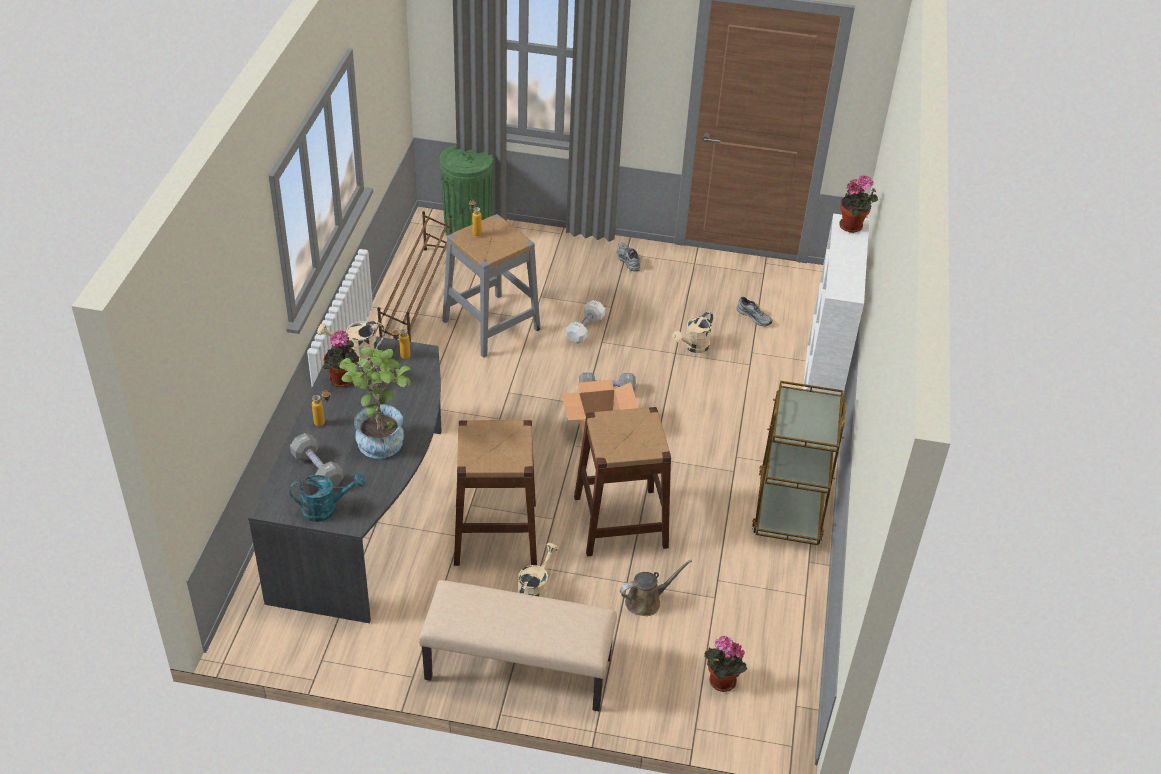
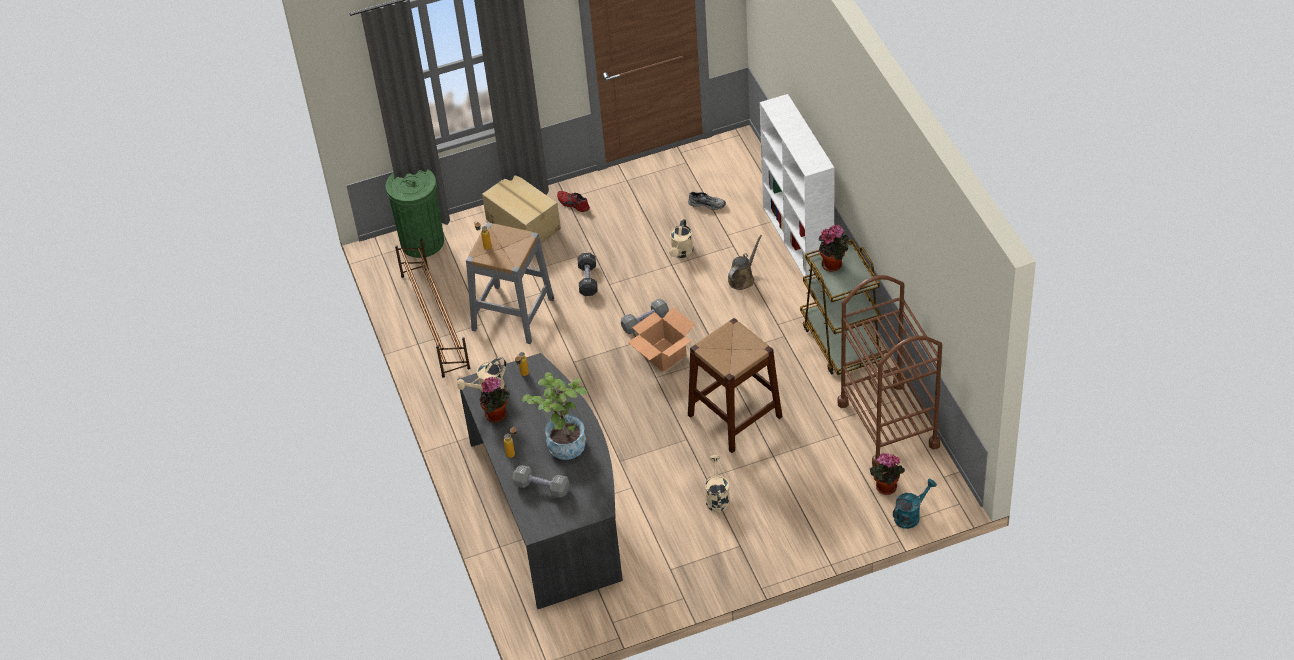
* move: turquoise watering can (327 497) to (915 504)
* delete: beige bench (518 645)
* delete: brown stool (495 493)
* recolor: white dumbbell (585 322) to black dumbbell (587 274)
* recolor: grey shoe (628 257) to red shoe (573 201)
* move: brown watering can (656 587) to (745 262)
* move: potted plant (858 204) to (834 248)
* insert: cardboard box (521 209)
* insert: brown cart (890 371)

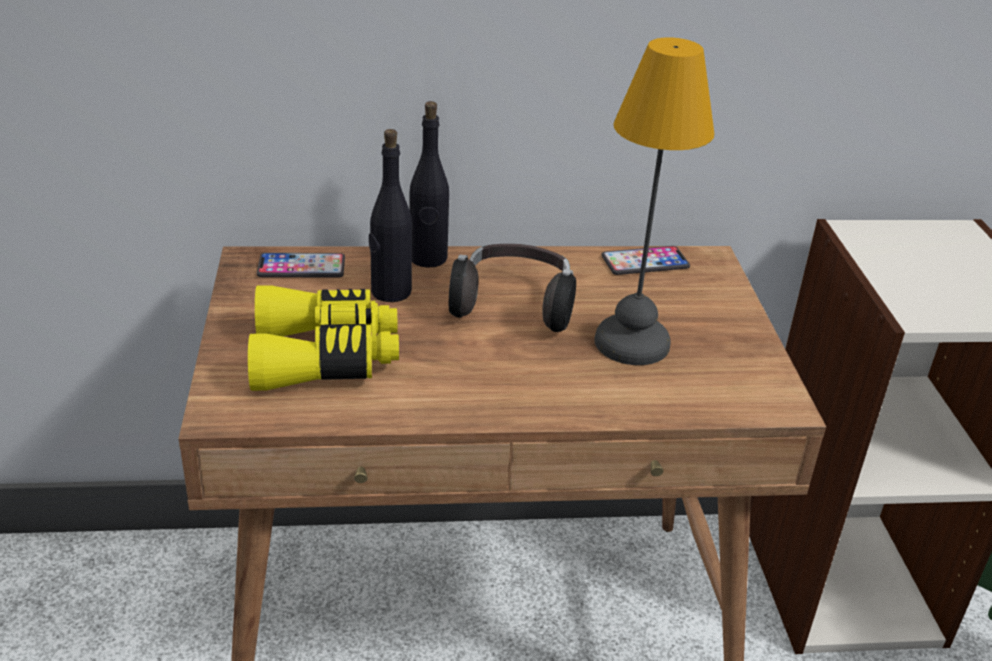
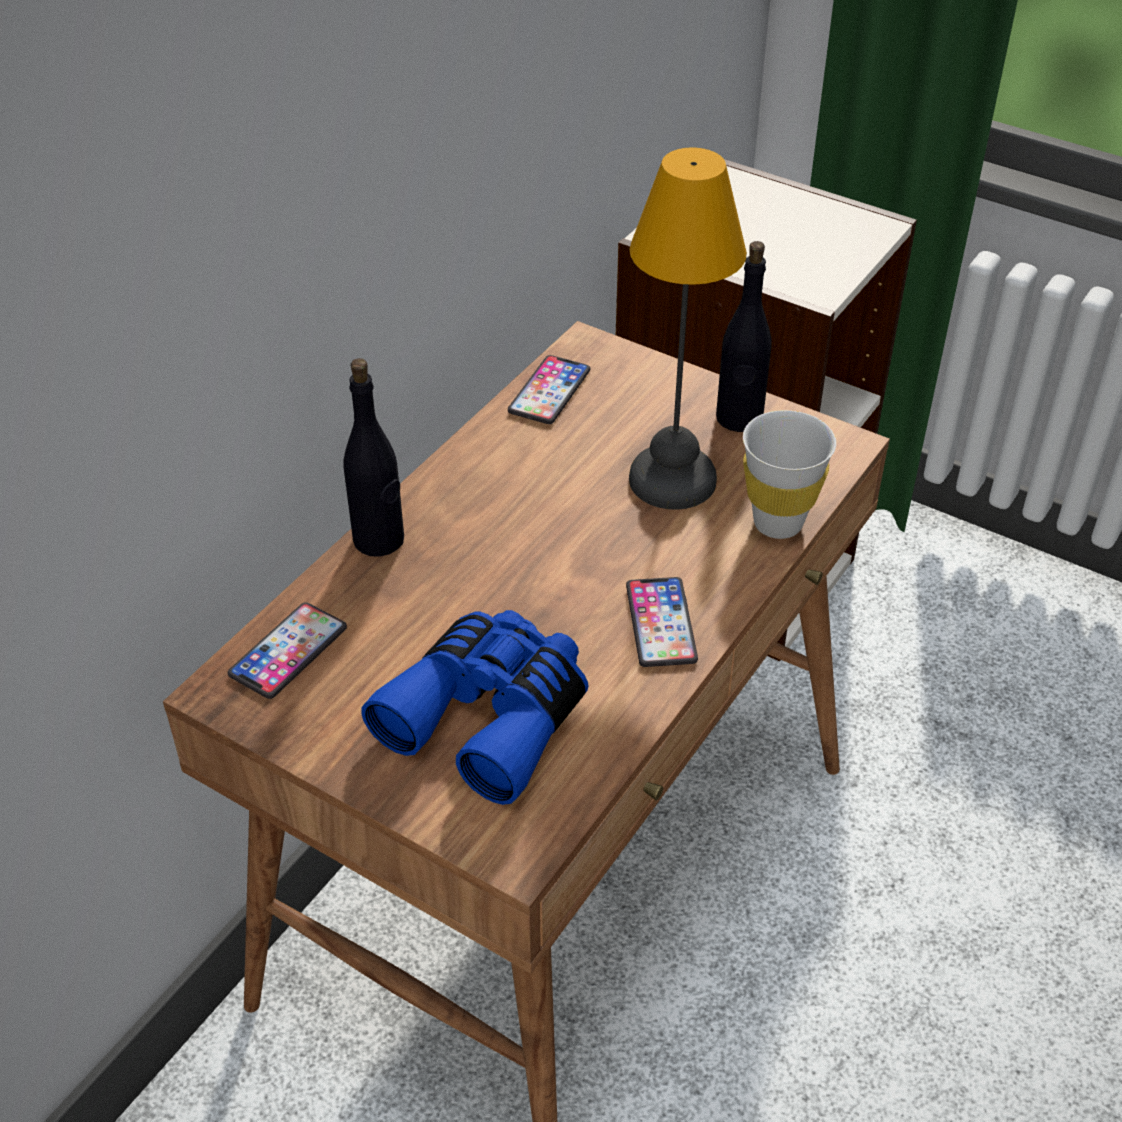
* recolor: yellow binoculars (323 338) to blue binoculars (474 707)
* move: black bottle (390 215) to (744 336)
* delete: headphones (512 288)
* insert: phone (662 622)
* insert: white cup (789 474)

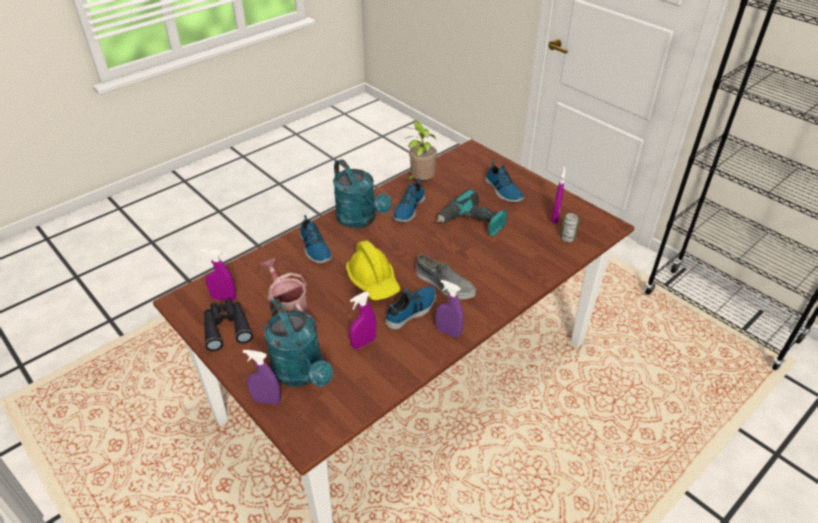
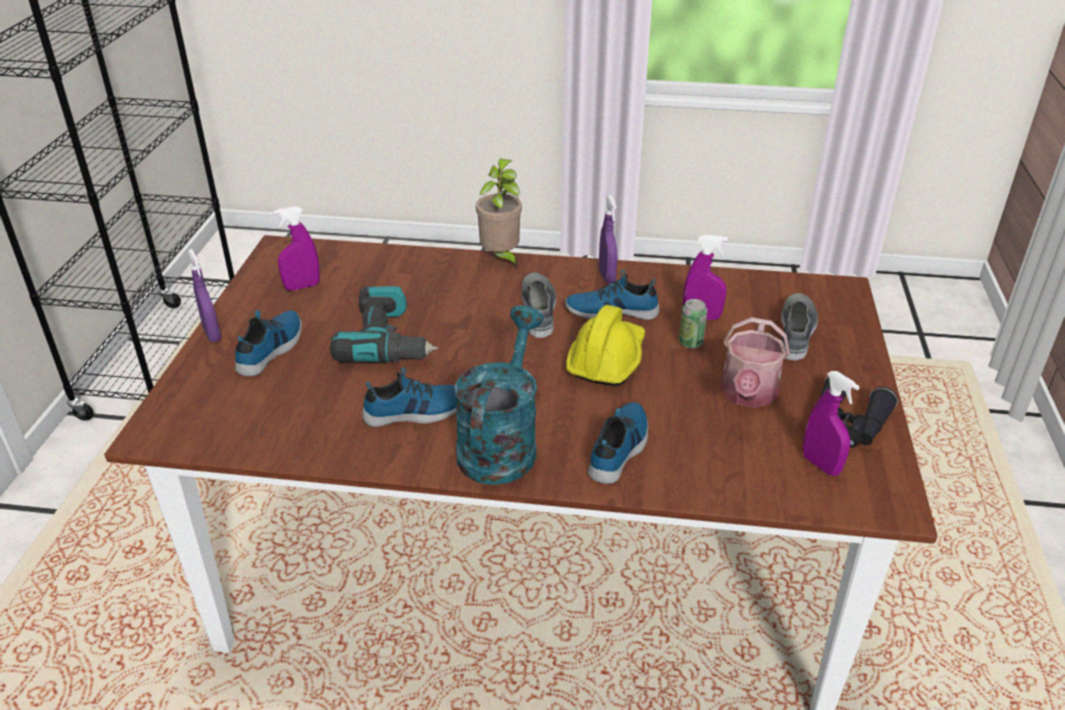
* move: purple spray bottle (262 377) to (204 295)
* replace: turquoise watering can (298 342) to grey shoe (799 326)
* move: potted plant (420 150) to (499 213)
* move: can (569 227) to (693 323)

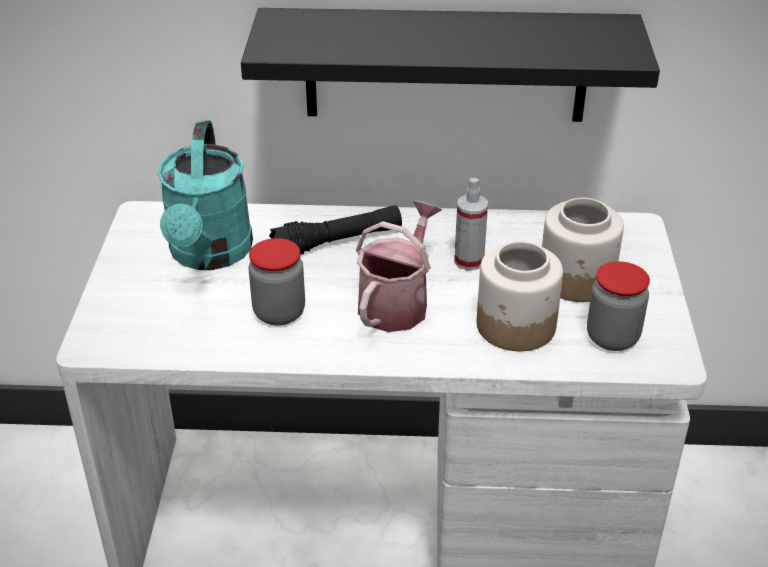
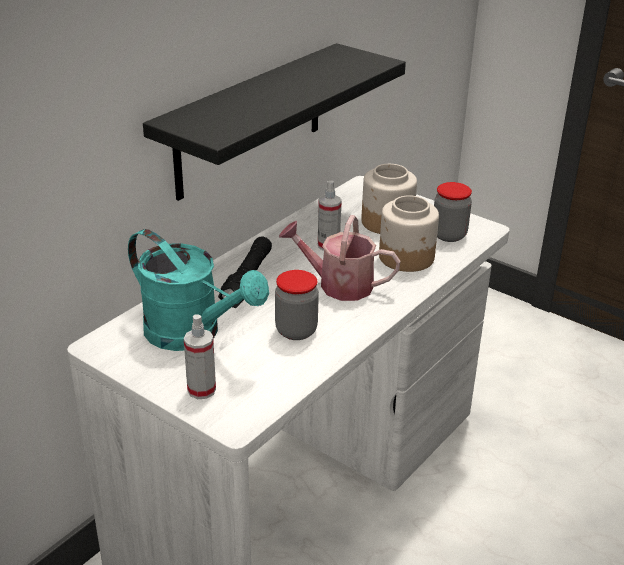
* rotate: watering can (399 266) = (340 258) 45 degrees counterclockwise
* insert: spray bottle (200 356)

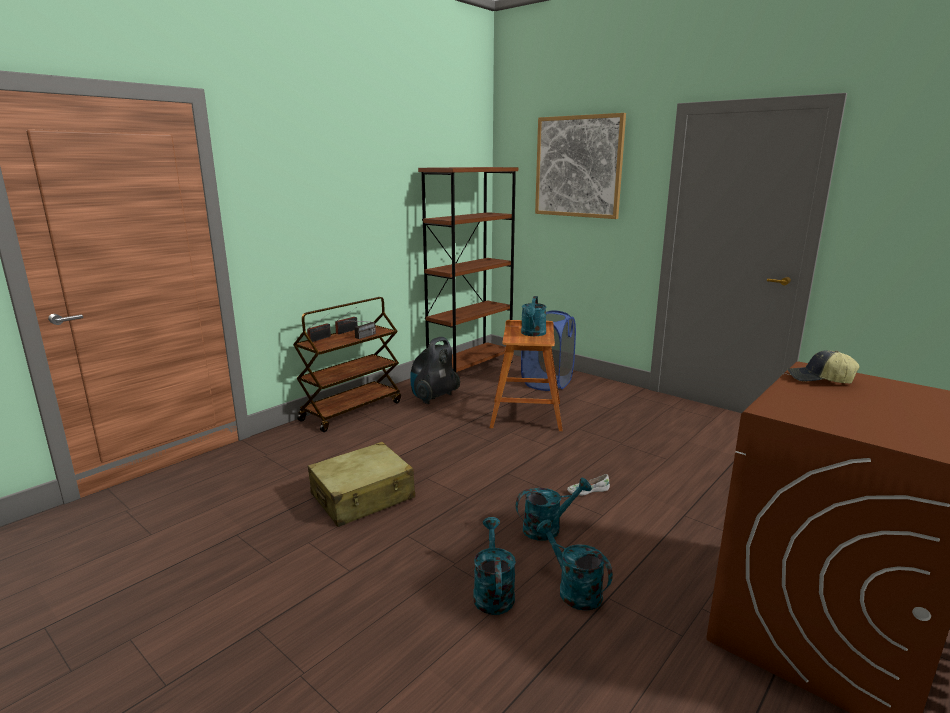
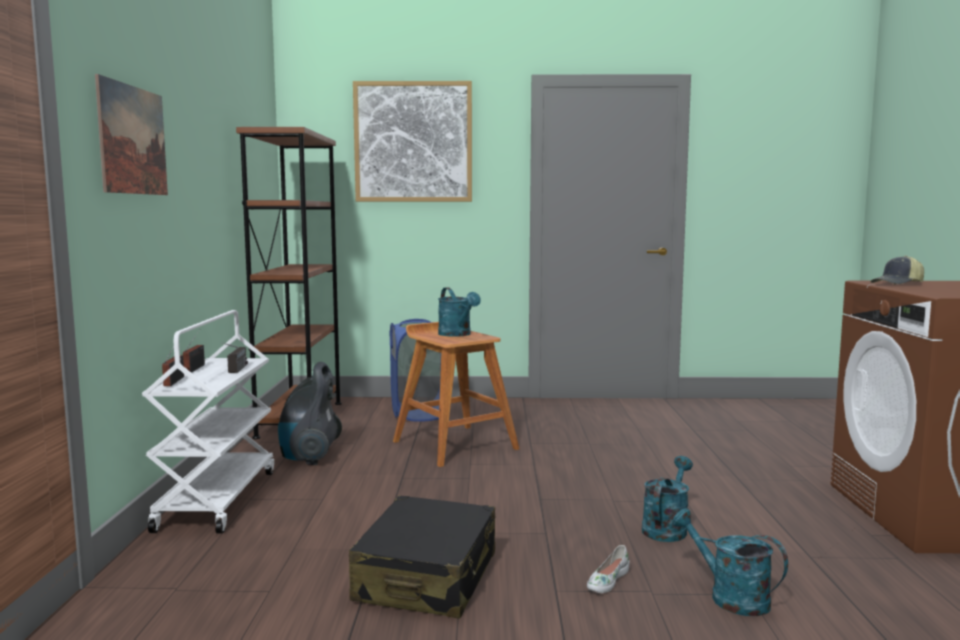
* recolor: brown cart (347 364) to white cart (208 422)
* recolor: beige suitcase (361 484) to black suitcase (422 557)
* delete: turquoise watering can (574 565)
* move: white shoe (588 485) to (608 569)
* insert: picture (131 134)

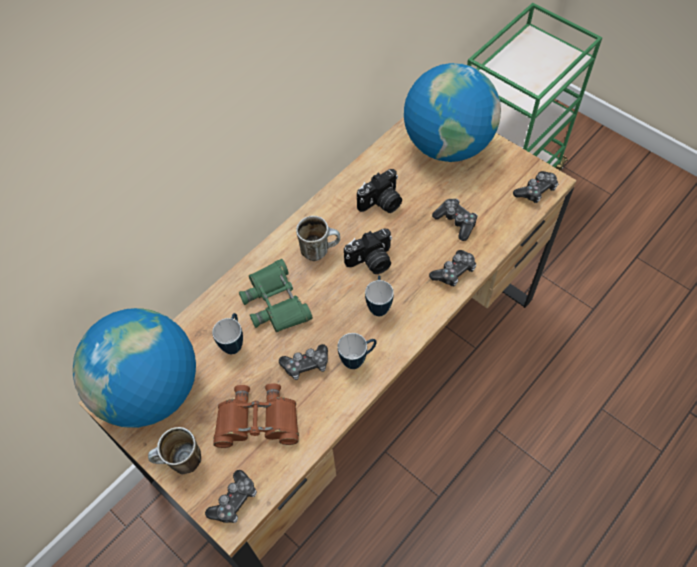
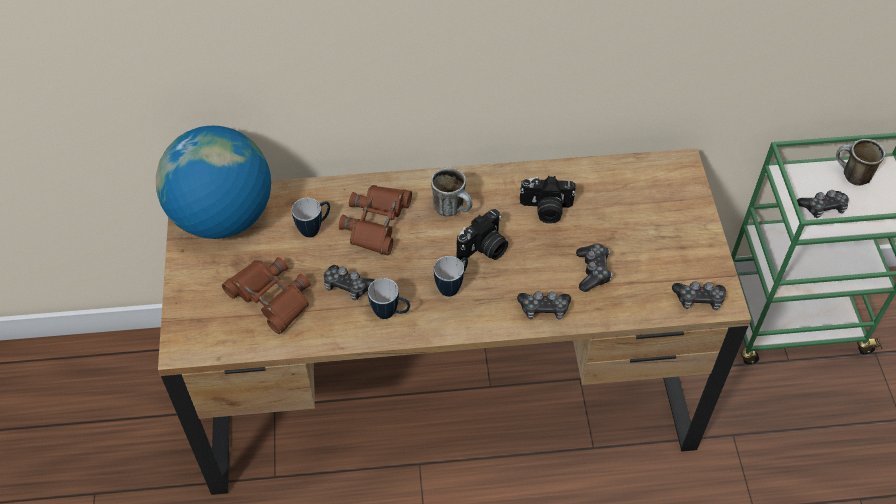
* move: mug (174 450) to (860 162)
* move: game controller (231 496) to (823 204)
* recolor: green binoculars (276 295) to brown binoculars (375 220)
* rotate: photo camera (368 251) = (482 234) 60 degrees counterclockwise
* delete: globe (452 112)

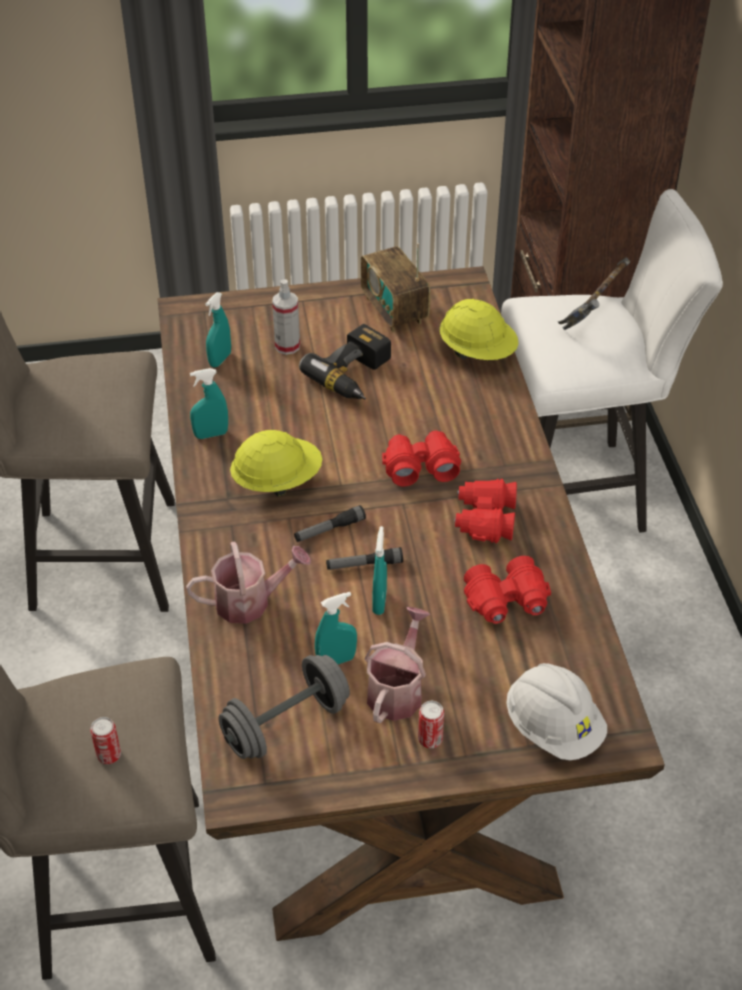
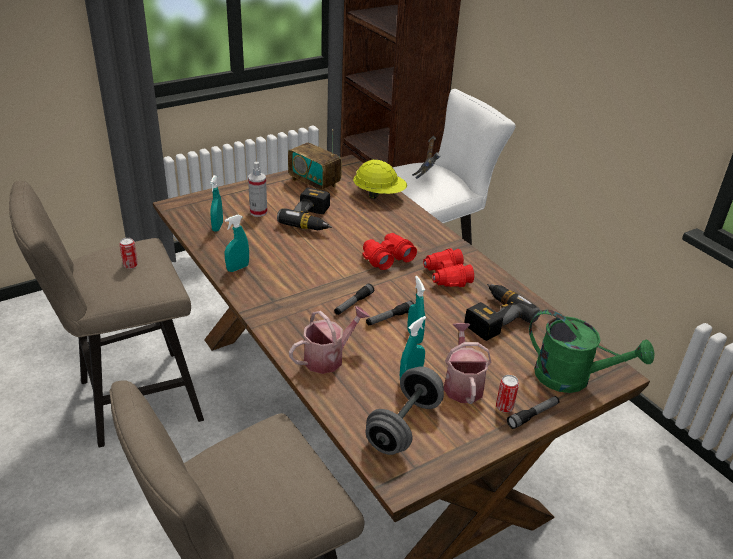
* move: can (105 740) to (128 253)
* delete: yellow hard hat (276 463)
* replace: red binoculars (507 590) to power drill (502 312)
* replace: white hard hat (556 711) to green watering can (591 351)
* insert: flashlight (533 412)

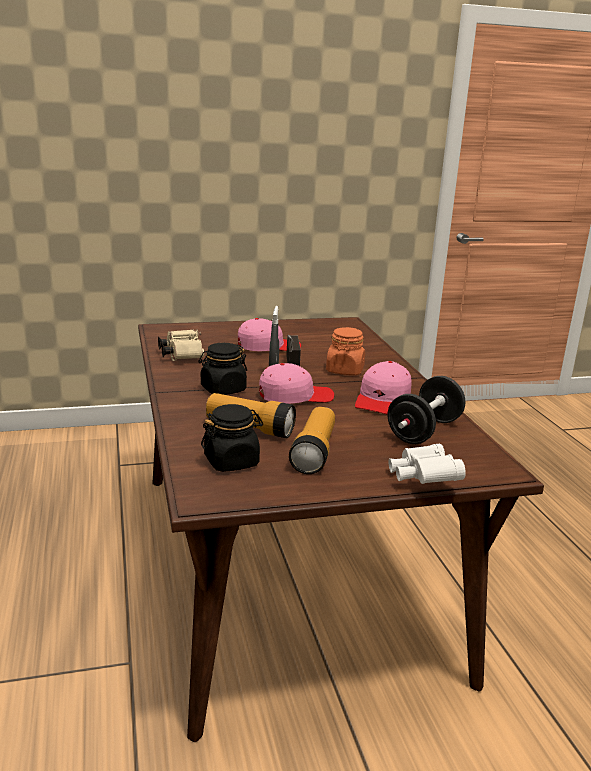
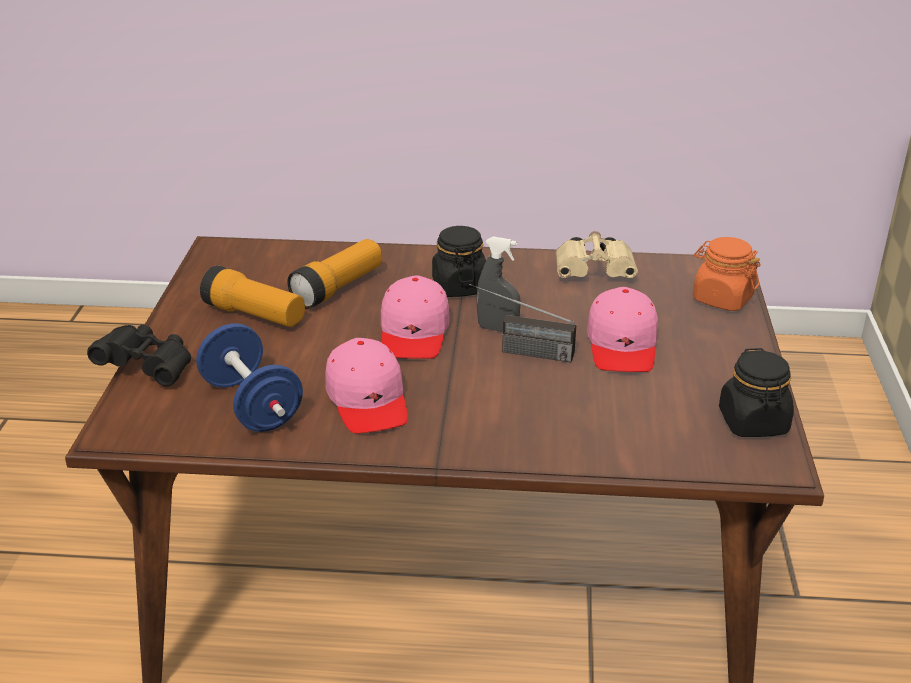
* move: black jar (232 438) to (756 392)
* move: orange jar (345 351) to (727 274)
* rotate: pink cap (383 388) = (366 386) 150 degrees counterclockwise
* recolor: black dumbbell (426 410) to blue dumbbell (249 377)
* recolor: white binoculars (427 464) to black binoculars (139 355)

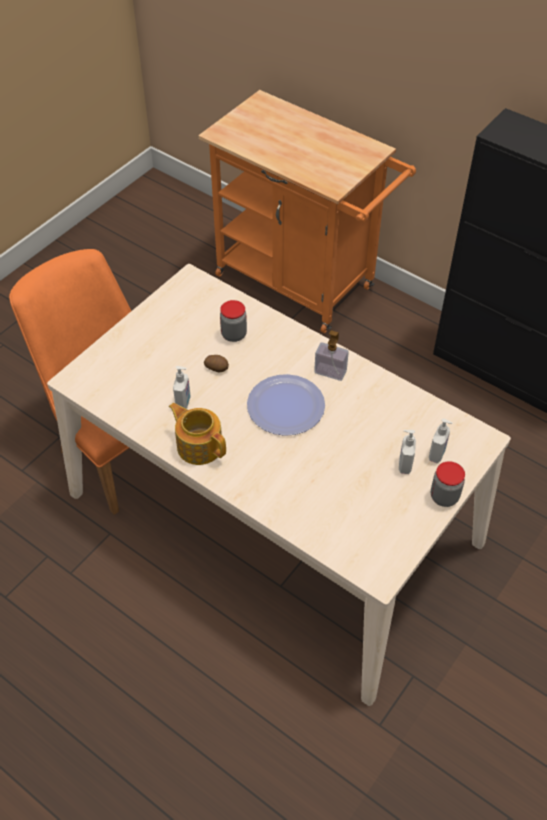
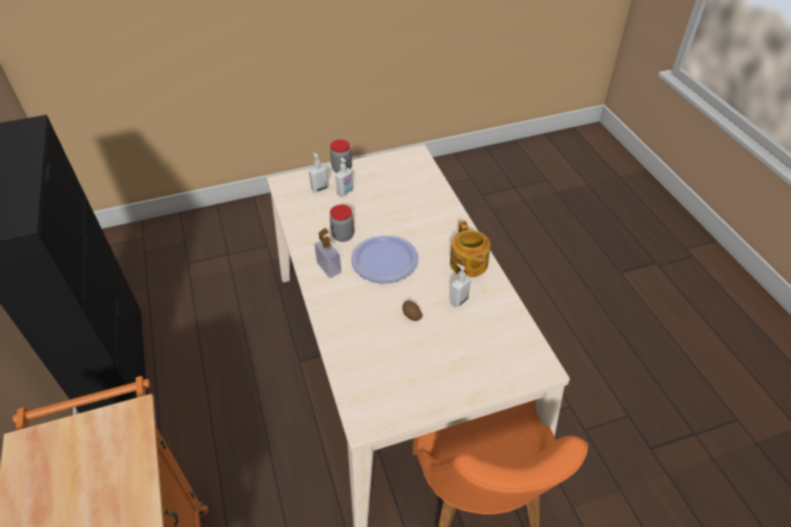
* move: jar (233 321) to (342 223)

